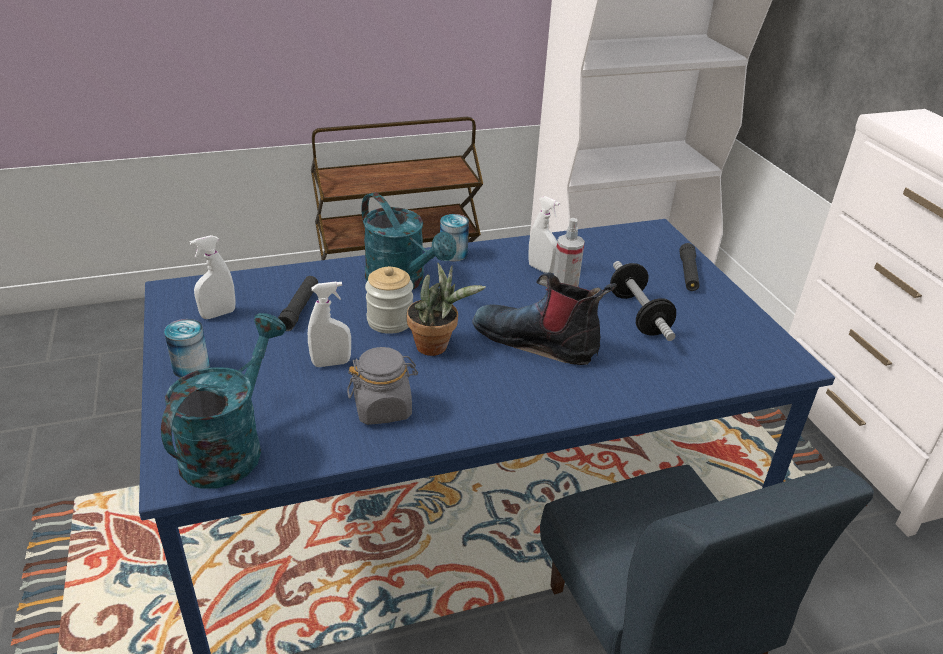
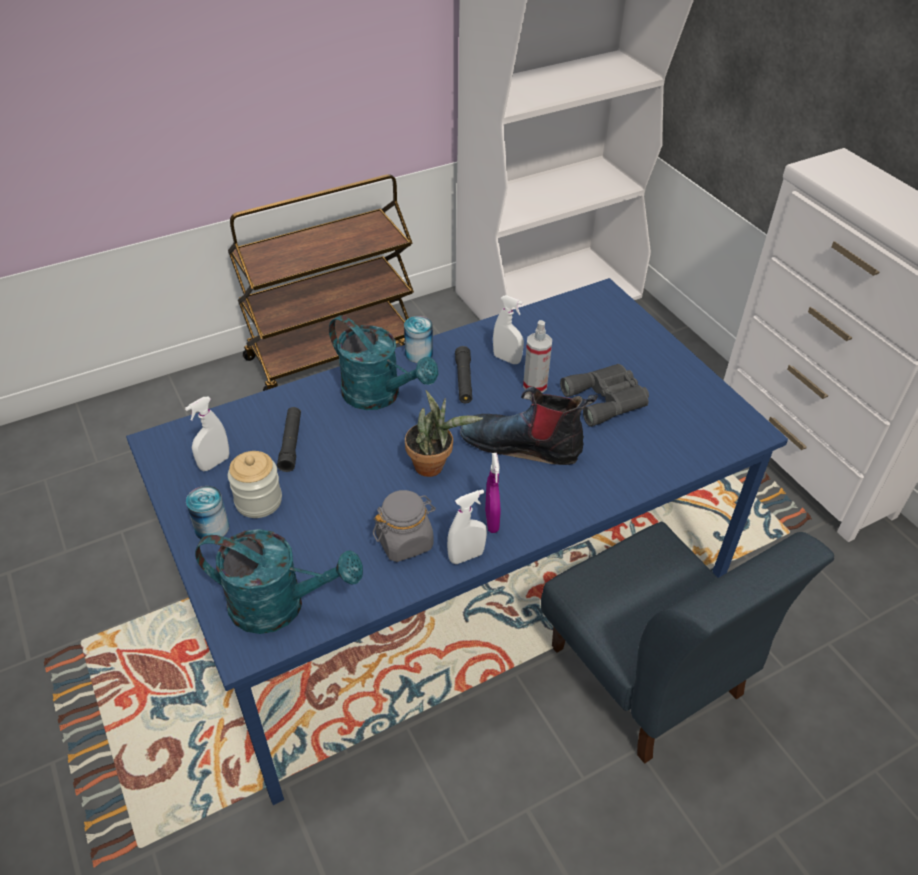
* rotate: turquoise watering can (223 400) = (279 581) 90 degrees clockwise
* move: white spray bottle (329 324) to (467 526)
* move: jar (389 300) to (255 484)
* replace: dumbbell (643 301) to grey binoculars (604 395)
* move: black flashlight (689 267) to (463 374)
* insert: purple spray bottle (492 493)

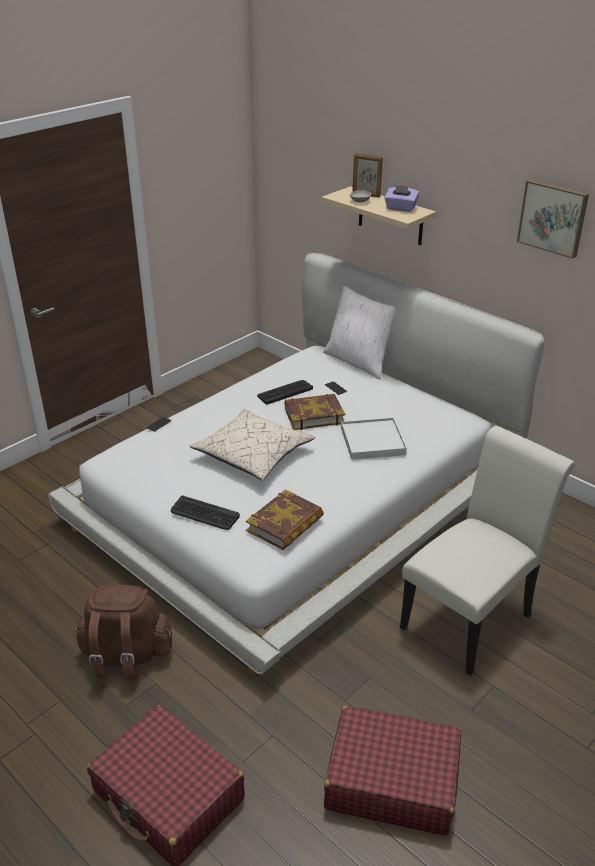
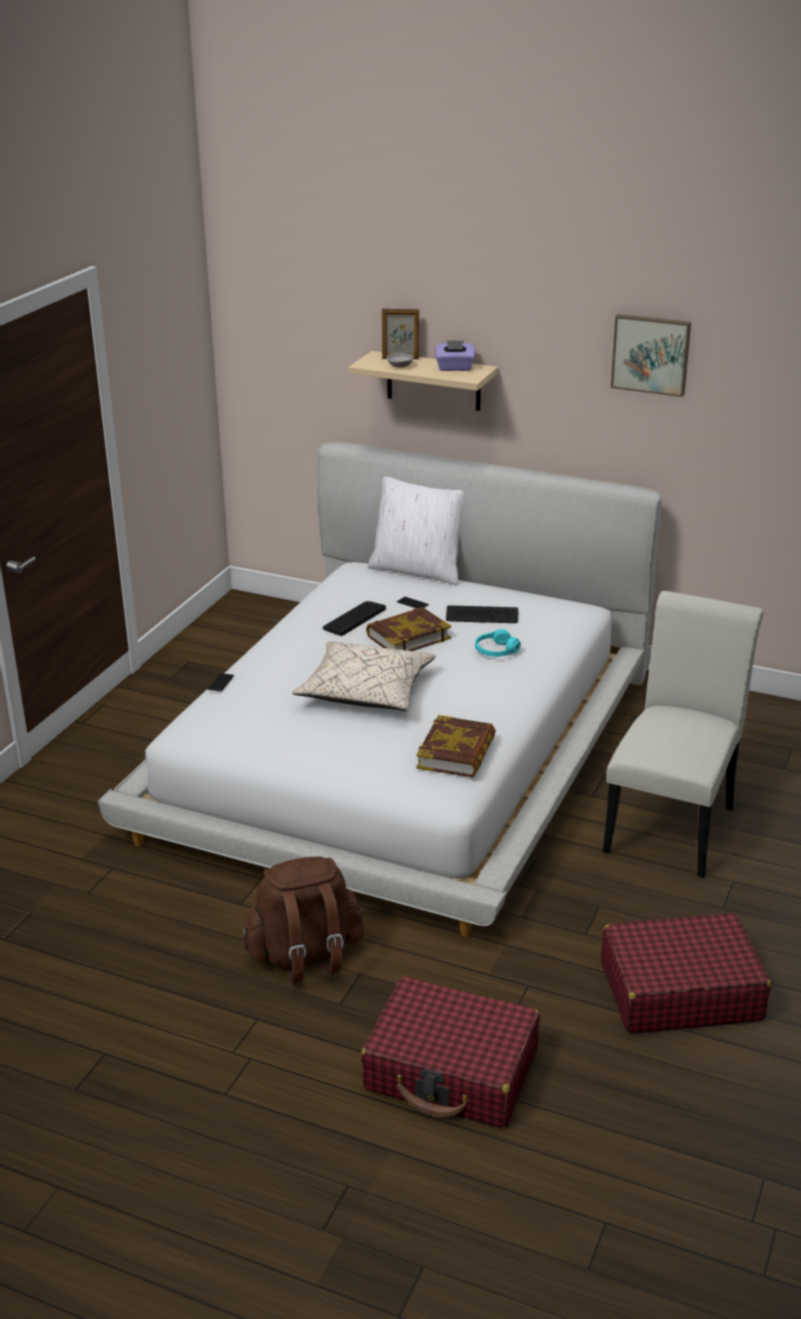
* move: keyboard (205 513) to (482 614)
* replace: white tray (374 439) to turquoise headphones (498 643)

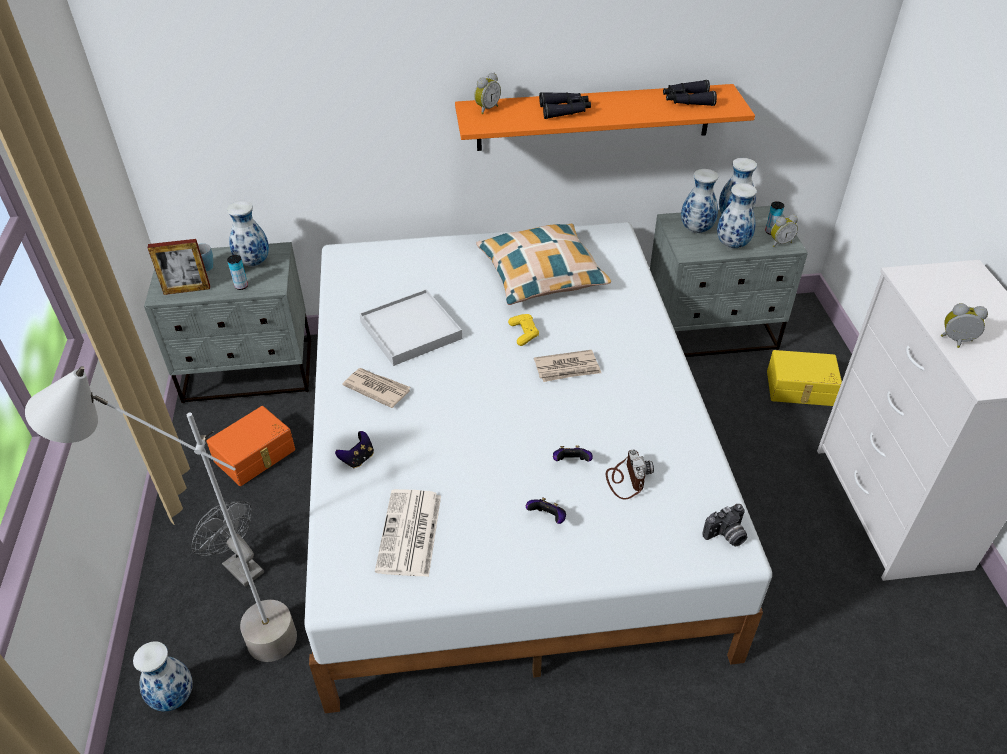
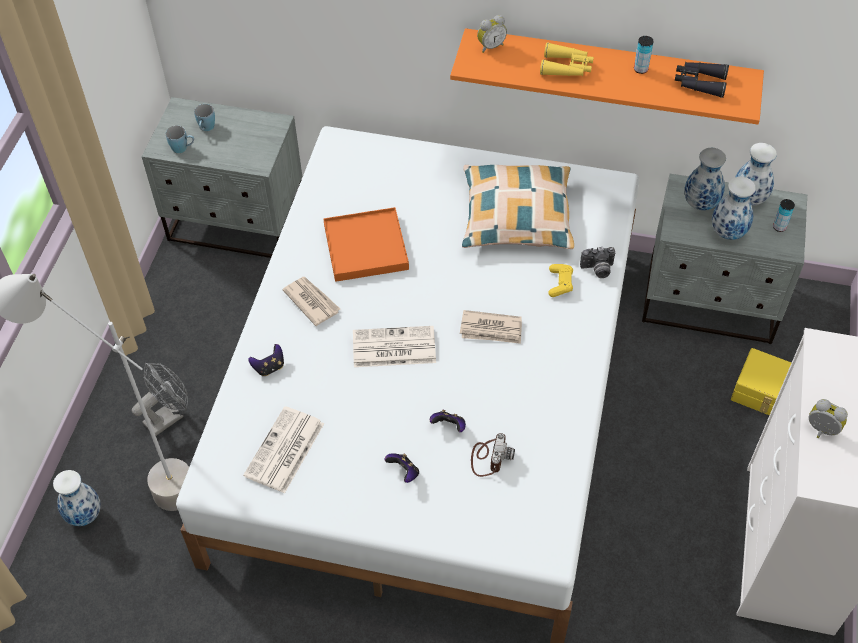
* replace: picture frame (179 267) to blue mug (180 139)
* rotate: grey fan (227 544) = (160 399) 75 degrees clockwise
* delete: orange storage box (250 446)
* delete: vase (248 234)
* move: can (237 272) to (644 55)
* recolor: white tray (410 327) to orange tray (366 244)
* move: yellow game controller (523 330) to (560 280)
* recolor: black binoculars (565 105) to yellow binoculars (567 59)
* move: photo camera (724 525) to (597 262)
* delete: alarm clock (784 230)
* insert: newspaper (394 346)

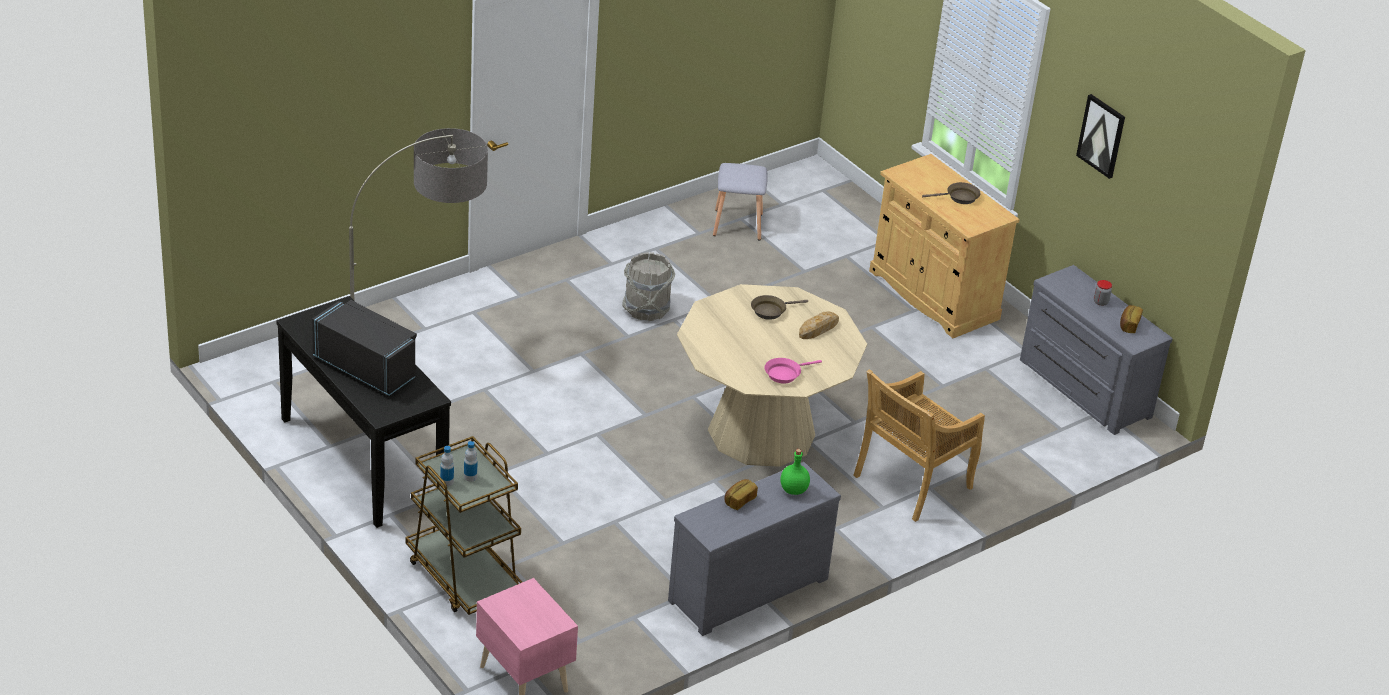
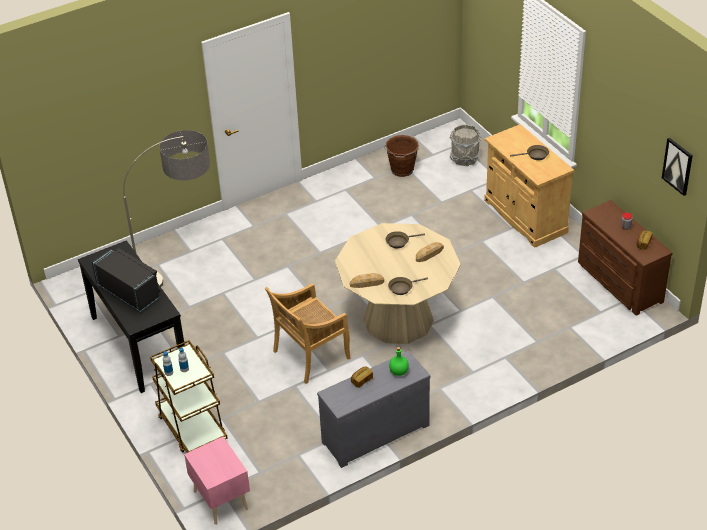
* move: grey bucket (648 286) to (465 145)
* replace: grey stool (740 201) to brown bucket (401 156)
* recolor: pink frying pan (793 370) to brown frying pan (408 286)
* move: beige chair (919 445) to (308 333)
* recolor: grey dresser (1096 350) to brown dresser (625 258)
* move: picture (1100 136) to (677 167)
* insert: bread (367 280)

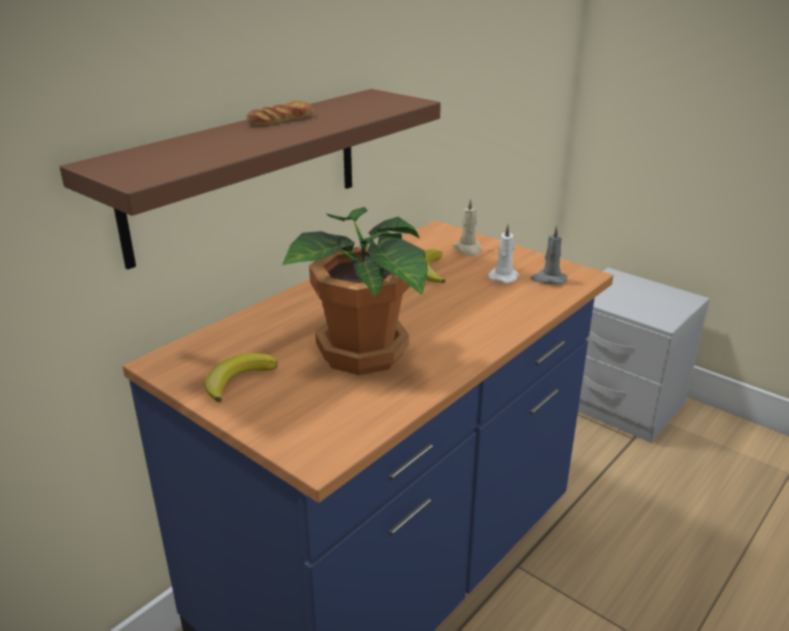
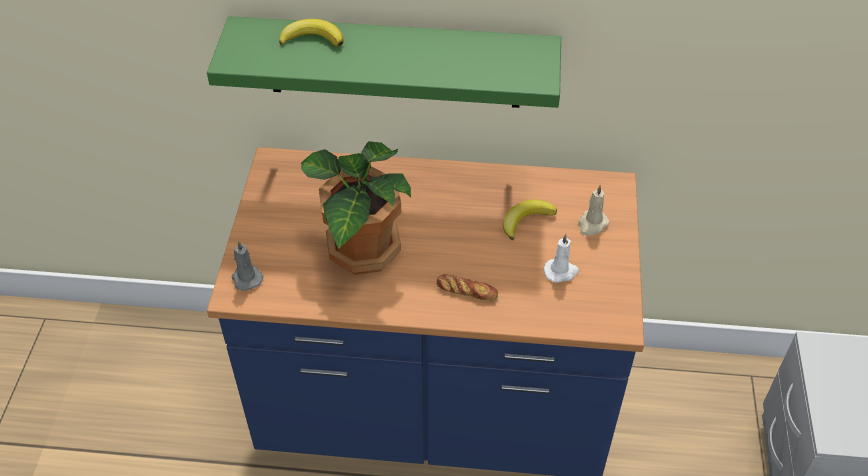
* recolor: brown shelf (250 179) to green shelf (384 62)
* move: banana (241 377) to (311 33)
* move: bread (280 113) to (467 287)
* move: grey candle (549 254) to (247 265)

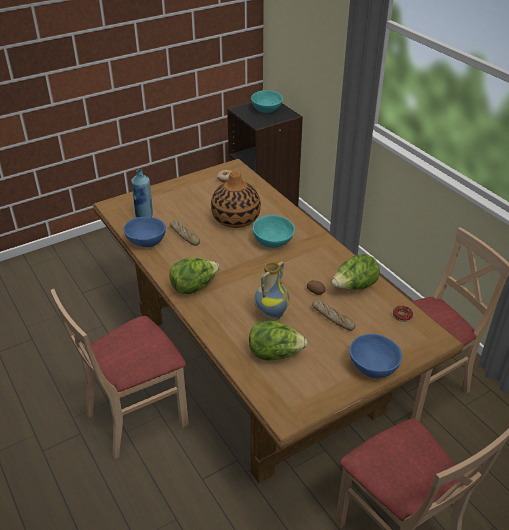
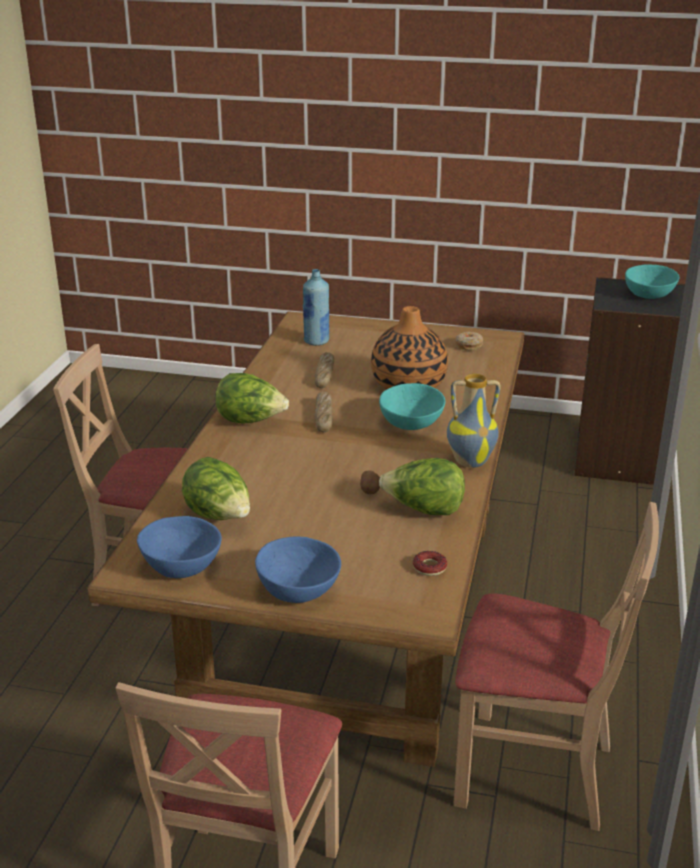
* move: blue bowl (145 232) to (179 547)
* move: vase (271 291) to (474 421)
* move: bread (333 315) to (324 412)

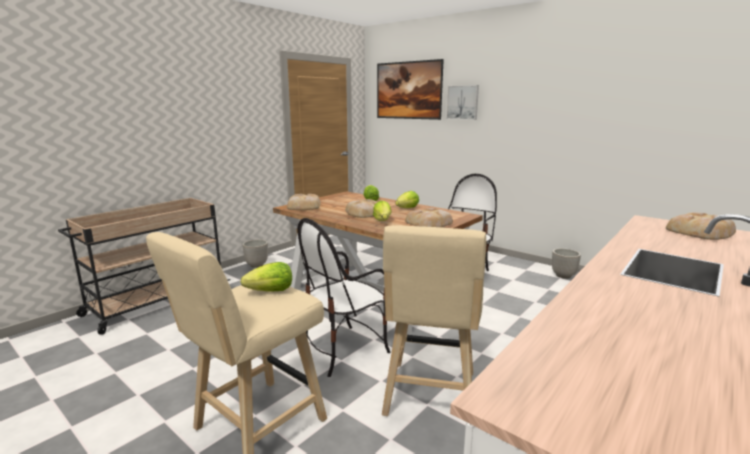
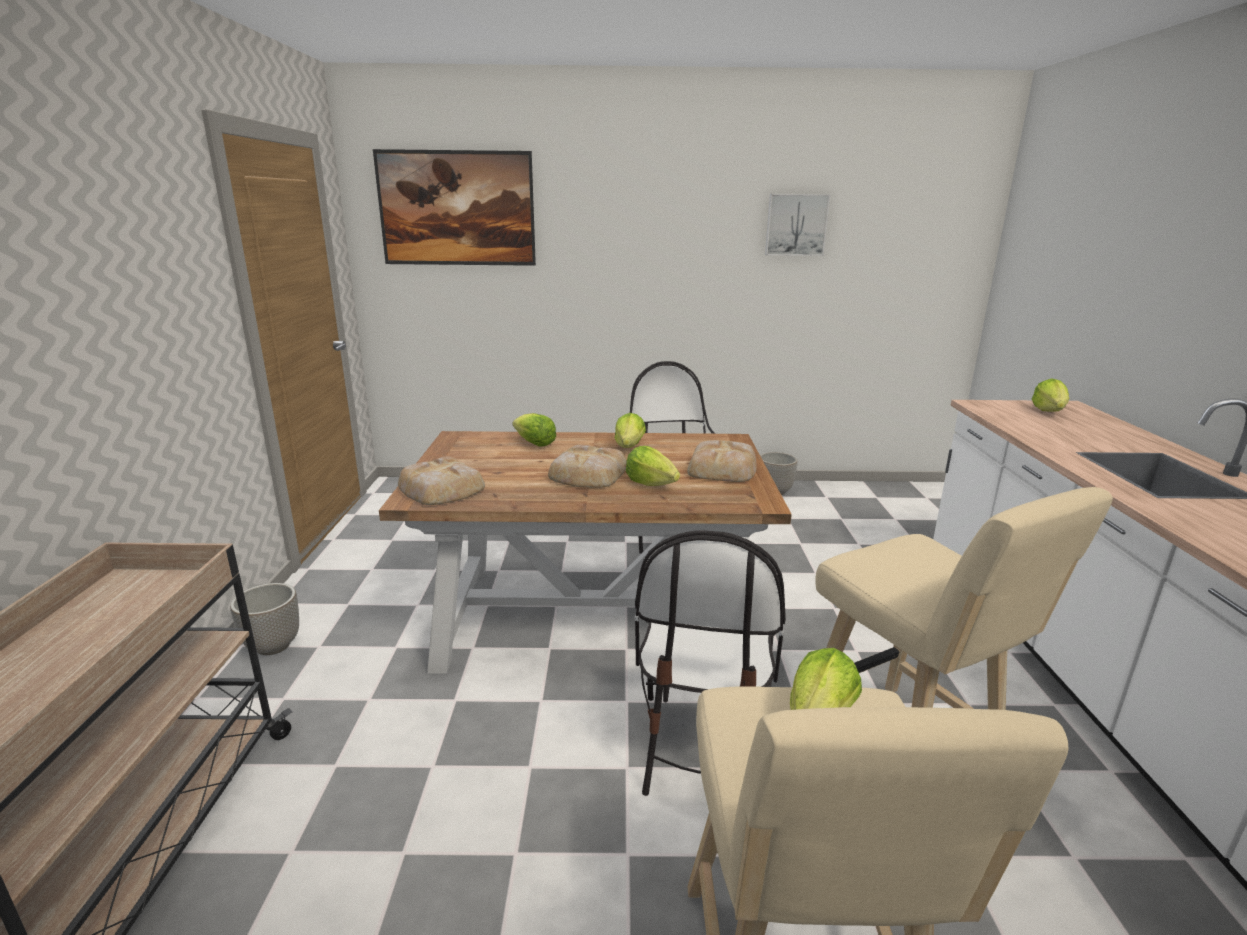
* move: picture (462 102) to (797 225)
* replace: bread (701 226) to lettuce (1050 395)

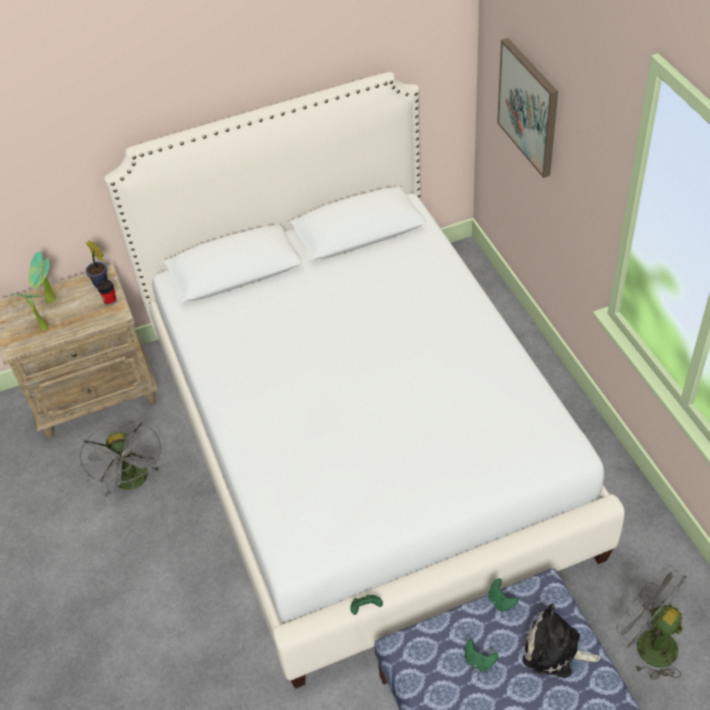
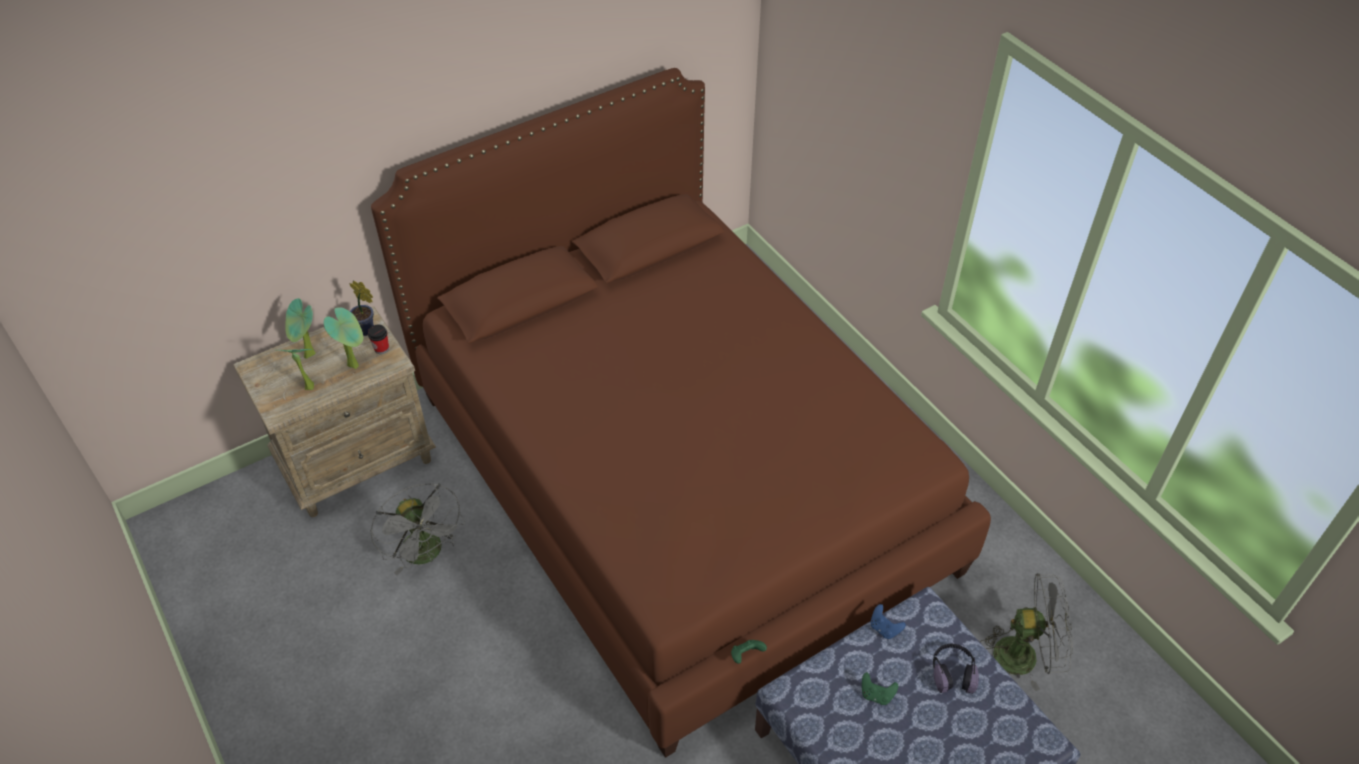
* recolor: white bed (364 380) to brown bed (681 413)
* recolor: green game controller (503 595) to blue game controller (888 621)
* delete: picture (527 108)
* replace: plush toy (561 640) to headphones (956 669)
* rotate: grey fan (649 623) = (1026 632) 150 degrees clockwise
* insert: potted plant (343 338)

